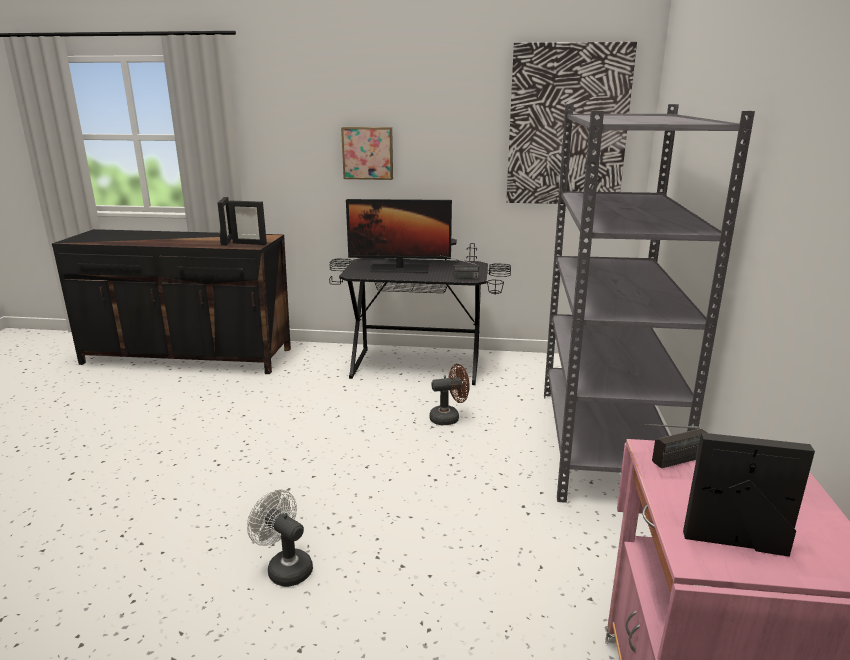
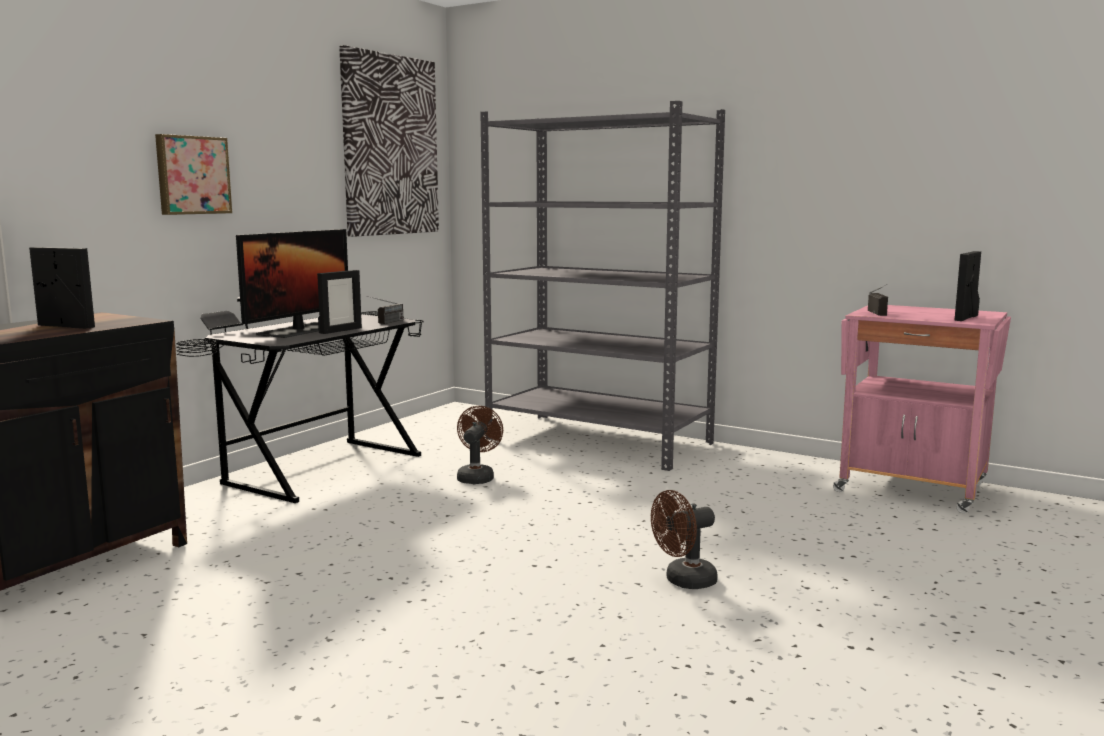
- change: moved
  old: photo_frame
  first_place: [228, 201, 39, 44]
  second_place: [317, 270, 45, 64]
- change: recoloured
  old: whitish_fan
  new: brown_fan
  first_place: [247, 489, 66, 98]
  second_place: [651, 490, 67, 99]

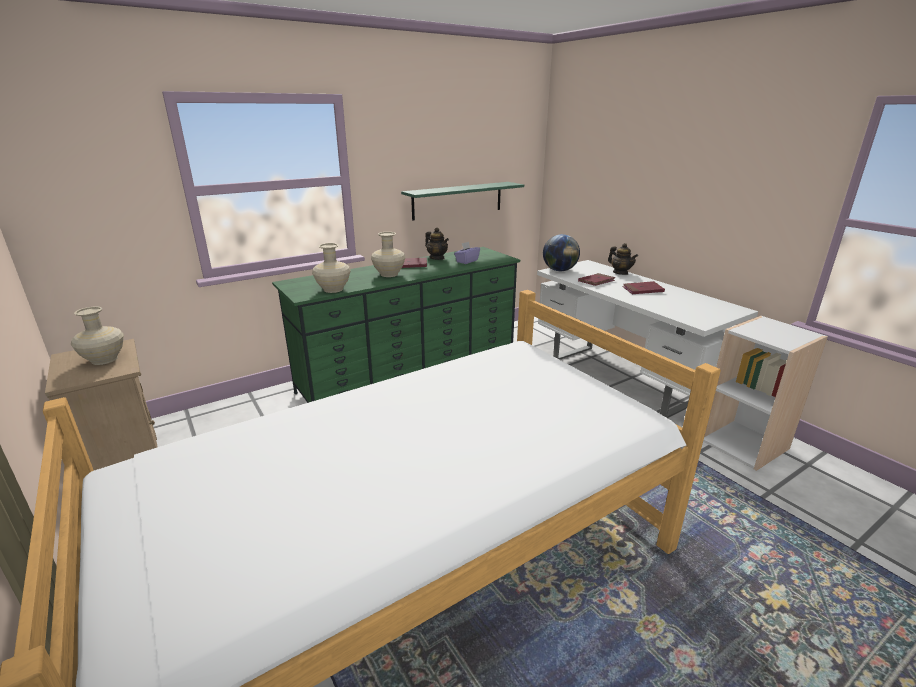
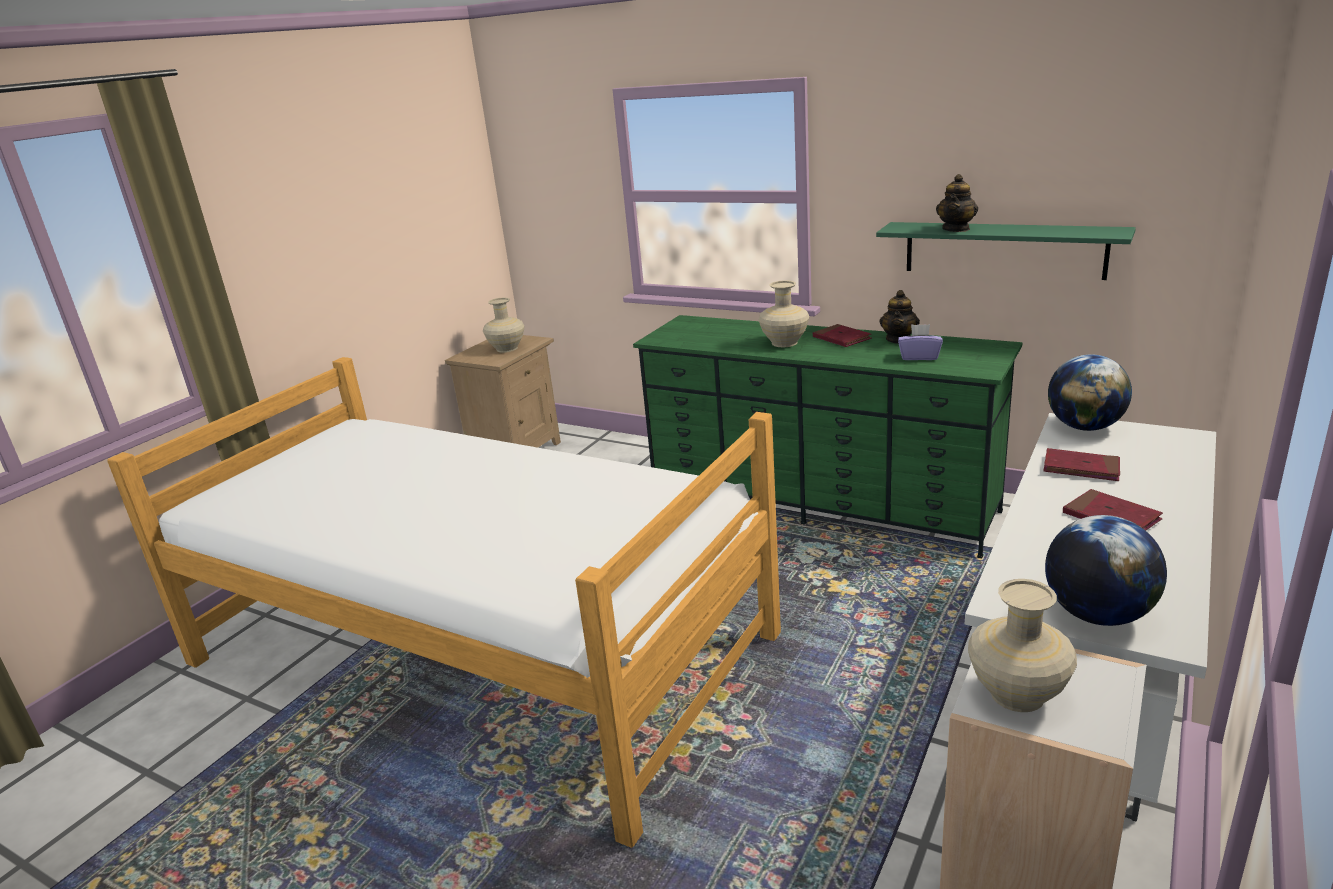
- change: moved
  old: beige-coloured_decorative_vase
  first_place: [312, 243, 39, 50]
  second_place: [968, 579, 109, 133]
- change: moved
  old: pot_for_tea
  first_place: [608, 243, 30, 32]
  second_place: [936, 174, 42, 58]
- change: added
  new: globe
  second_place: [1045, 515, 122, 111]

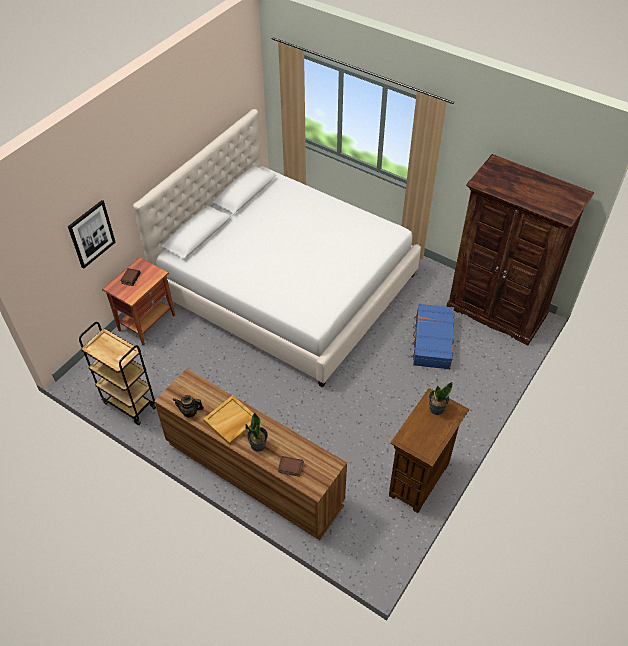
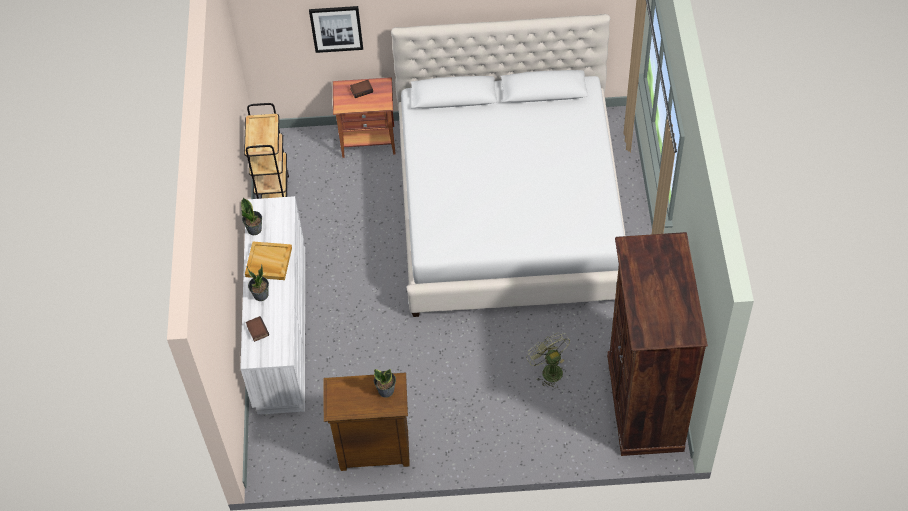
- change: replaced
  old: bluish_travel_case
  new: green-coloured_fan
  first_place: [411, 304, 44, 65]
  second_place: [526, 332, 44, 56]
- change: recoloured
  old: brown_chest_of_drawers
  new: whitish_chest_of_drawers
  first_place: [154, 368, 193, 172]
  second_place: [240, 196, 65, 219]
- change: replaced
  old: pot_for_tea
  new: plant_in_a_pot
  first_place: [173, 395, 31, 23]
  second_place: [241, 198, 21, 37]

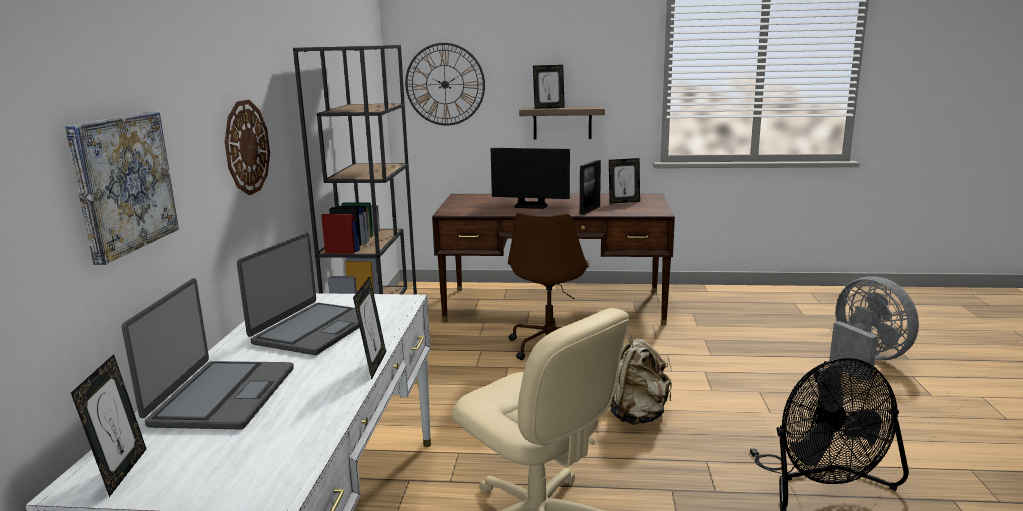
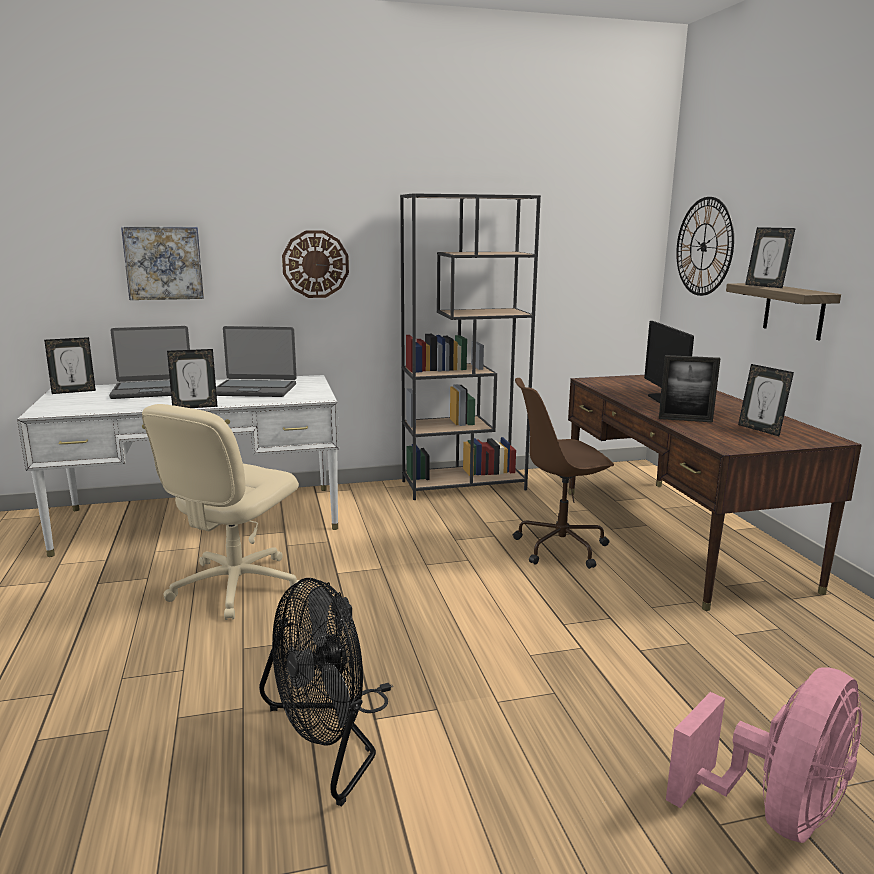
- change: recoloured
  old: gray_fan
  new: pink_fan
  first_place: [829, 276, 90, 105]
  second_place: [666, 667, 197, 176]
- change: removed
  old: beige-coloured_knapsack
  first_place: [610, 334, 62, 91]

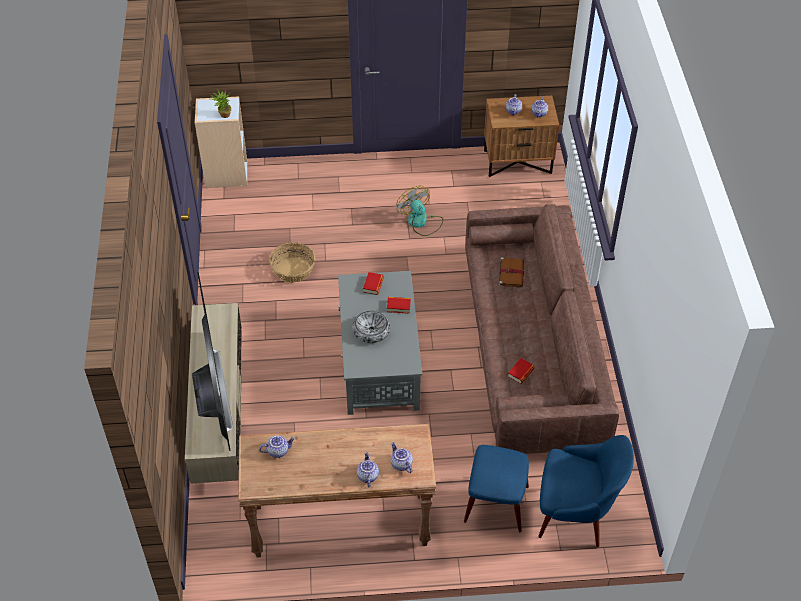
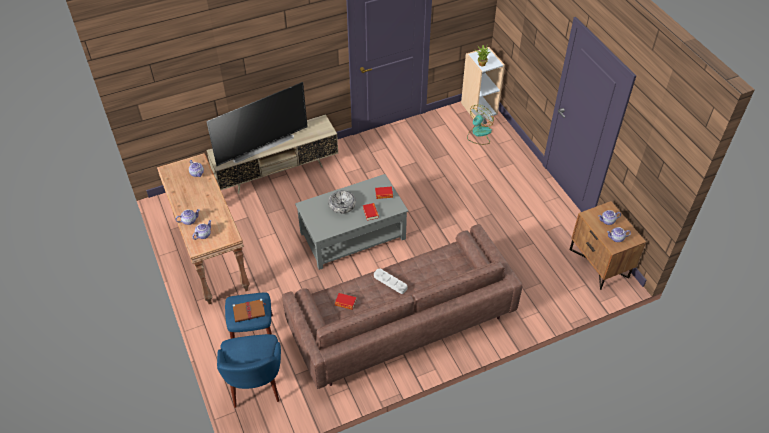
- change: moved
  old: fan
  first_place: [397, 186, 46, 50]
  second_place: [467, 104, 27, 41]
- change: removed
  old: basket
  first_place: [269, 242, 46, 41]
- change: moved
  old: brown_bound_book
  first_place: [499, 257, 25, 31]
  second_place: [232, 299, 34, 23]
- change: added
  new: gray_carrying_tray
  second_place: [374, 268, 33, 26]

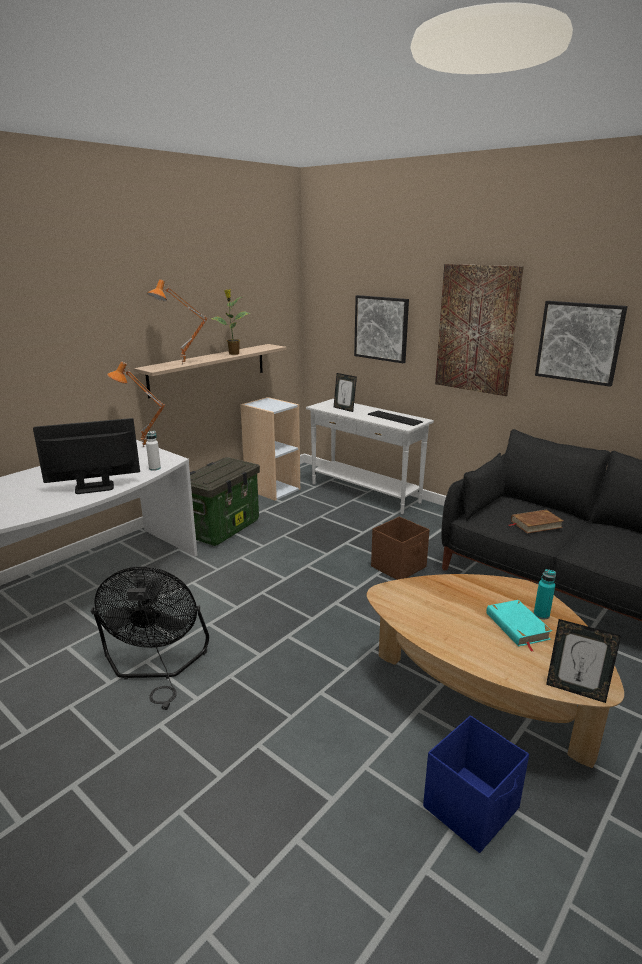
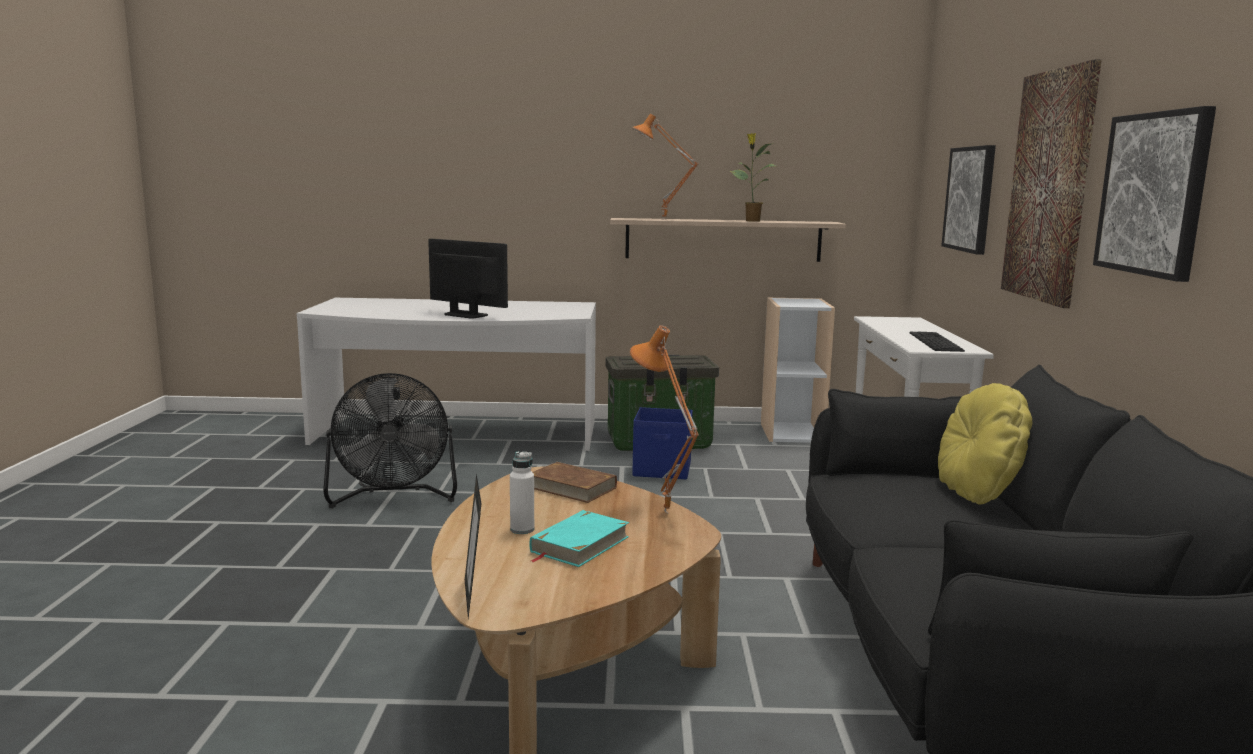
- change: moved
  old: orange_tabletop_lamp
  first_place: [107, 362, 58, 85]
  second_place: [630, 326, 69, 188]
- change: removed
  old: photo_frame
  first_place: [334, 373, 23, 39]
- change: moved
  old: whitish_beverage_bottle
  first_place: [146, 431, 15, 40]
  second_place: [510, 451, 24, 83]
- change: moved
  old: brown_bound_book
  first_place: [509, 510, 55, 24]
  second_place: [533, 462, 84, 41]
- change: removed
  old: brown_storage_bin
  first_place: [371, 517, 59, 63]
- change: turned
  old: black-coloured_fan
  first_place: [91, 567, 118, 143]
  second_place: [323, 373, 134, 136]
  degrees: 120
- change: removed
  old: turquoise_beverage_bottle
  first_place: [534, 569, 22, 50]
- change: moved
  old: bluish_storage_bin
  first_place: [423, 716, 106, 137]
  second_place: [632, 407, 61, 72]
- change: added
  new: yellow_pillow
  second_place: [938, 383, 94, 121]

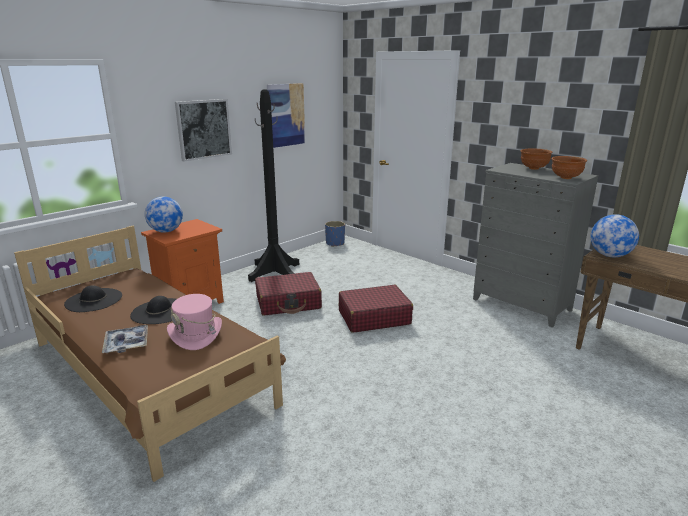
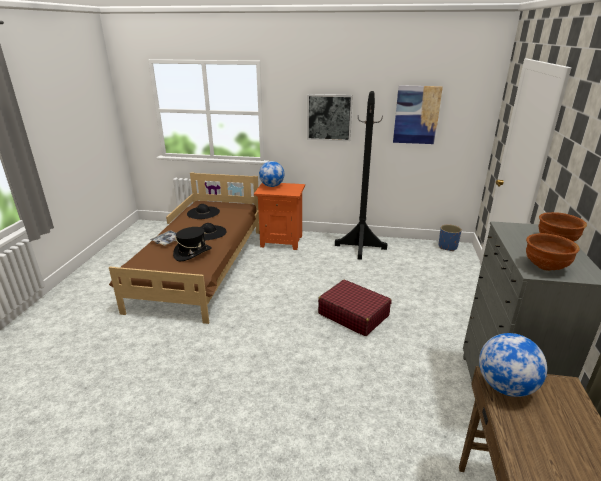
- change: removed
  old: reddish_travel_case
  first_place: [255, 272, 67, 43]
- change: recoloured
  old: pink_clothing_hat
  new: black-coloured_clothing_hat
  first_place: [167, 294, 55, 56]
  second_place: [173, 227, 39, 34]

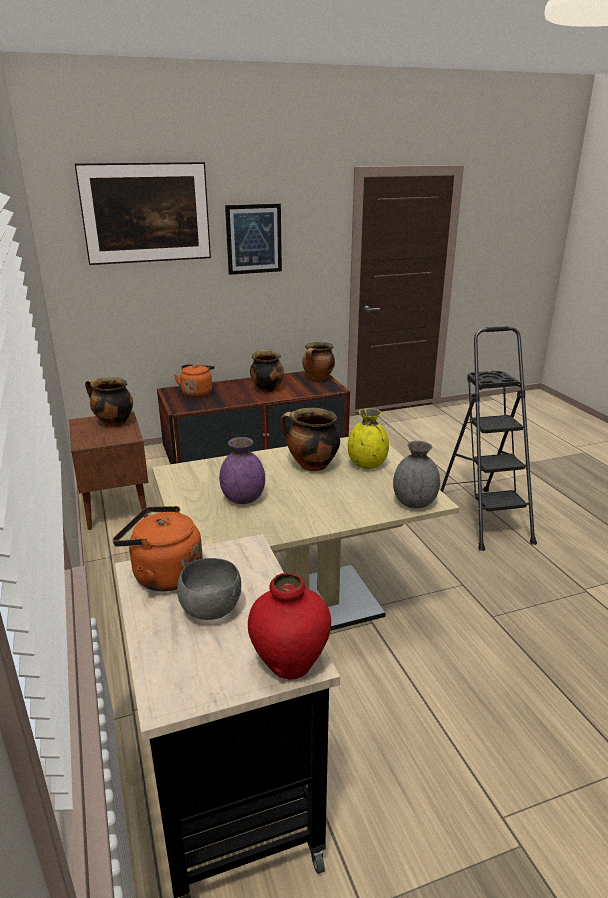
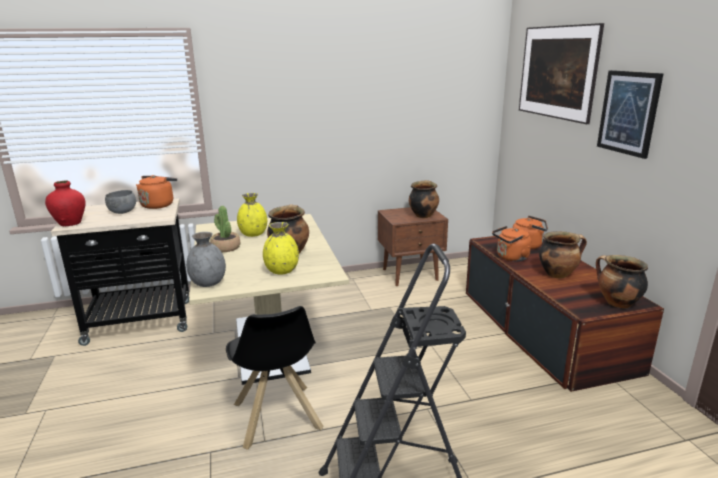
- change: recoloured
  old: purple_decorative_vase
  new: yellow_decorative_vase
  first_place: [219, 437, 46, 67]
  second_place: [237, 193, 30, 44]
- change: added
  new: plant_in_a_pot
  second_place: [210, 206, 30, 46]
- change: added
  new: orange_tea_kettle
  second_place: [492, 226, 39, 36]
- change: added
  new: black-coloured_plain_chair
  second_place: [226, 306, 98, 144]

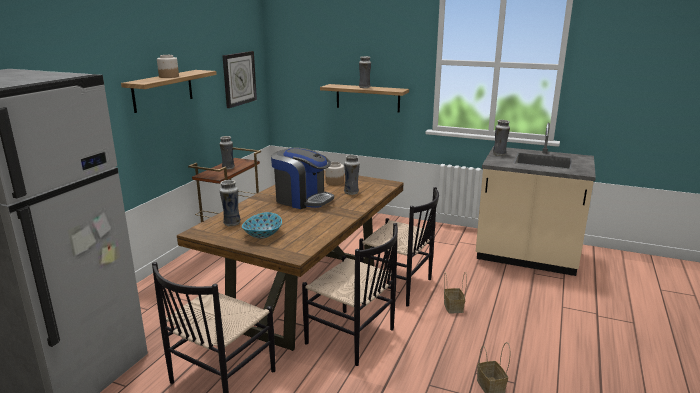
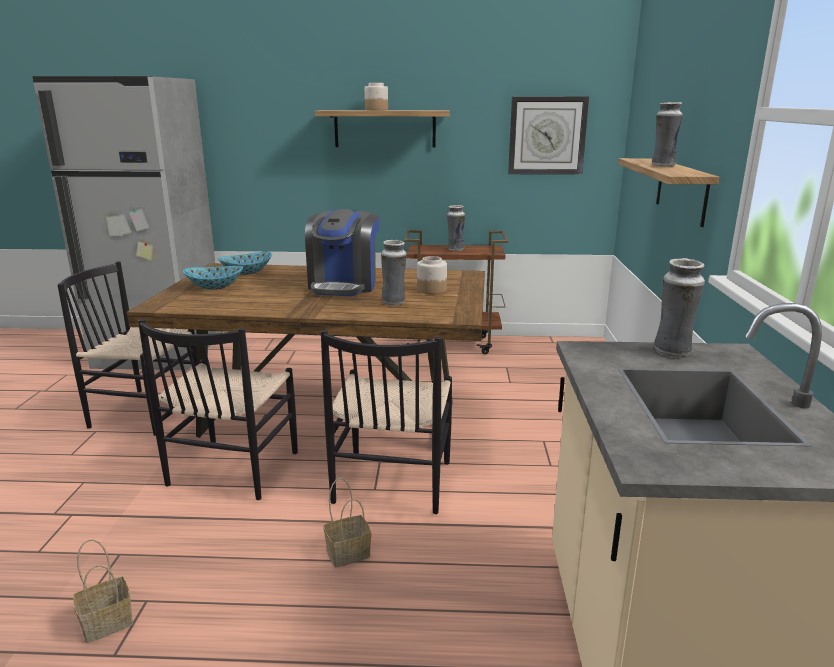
- change: replaced
  old: decorative_vase
  new: deep_dish
  first_place: [220, 180, 21, 47]
  second_place: [217, 252, 55, 23]

